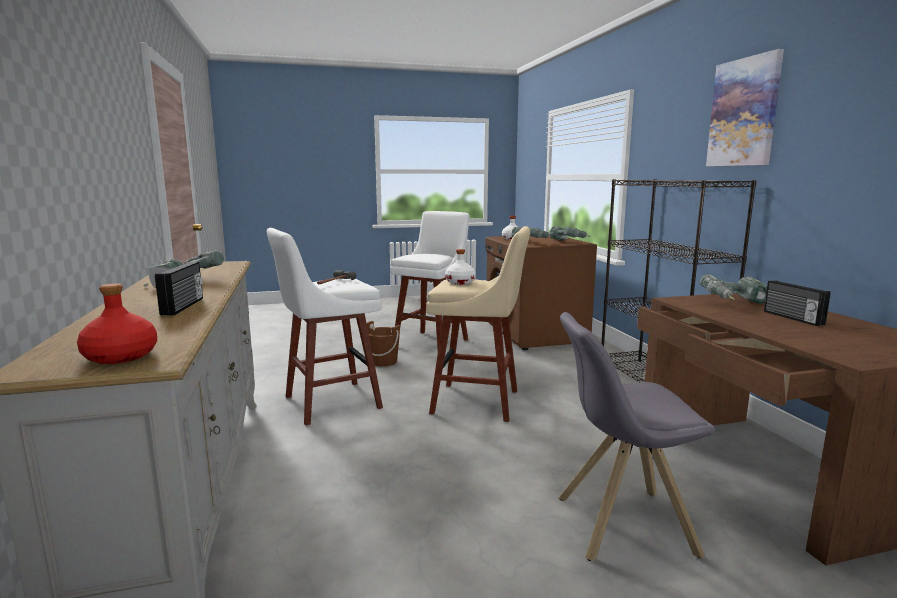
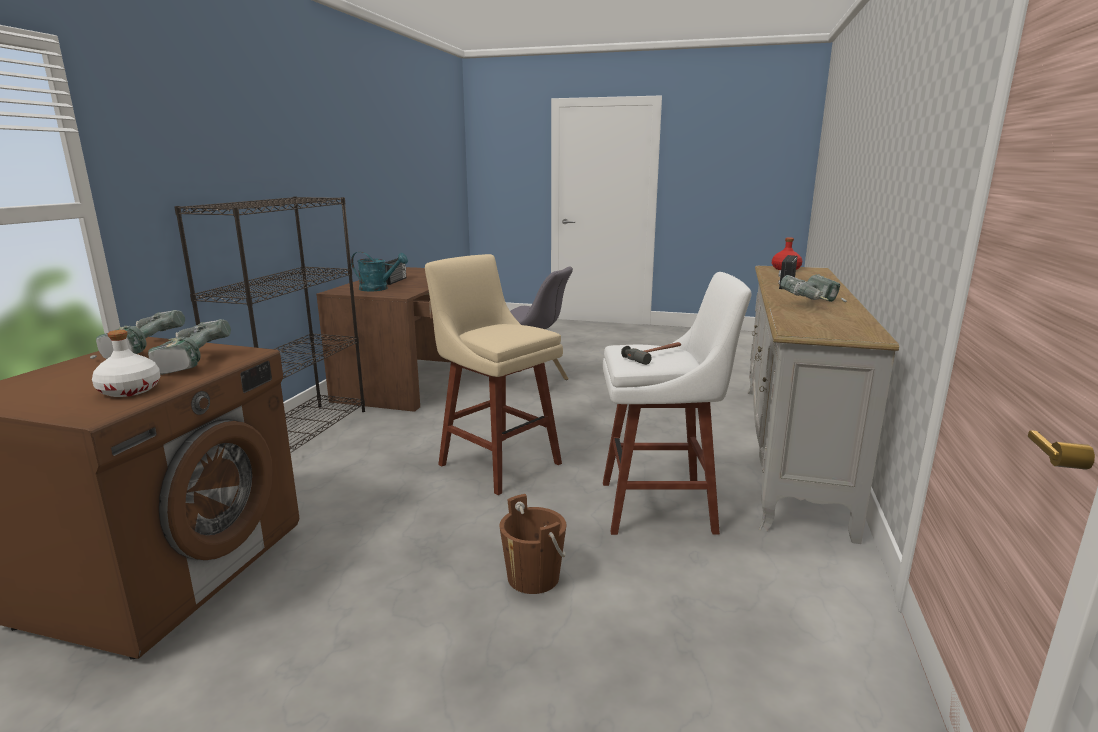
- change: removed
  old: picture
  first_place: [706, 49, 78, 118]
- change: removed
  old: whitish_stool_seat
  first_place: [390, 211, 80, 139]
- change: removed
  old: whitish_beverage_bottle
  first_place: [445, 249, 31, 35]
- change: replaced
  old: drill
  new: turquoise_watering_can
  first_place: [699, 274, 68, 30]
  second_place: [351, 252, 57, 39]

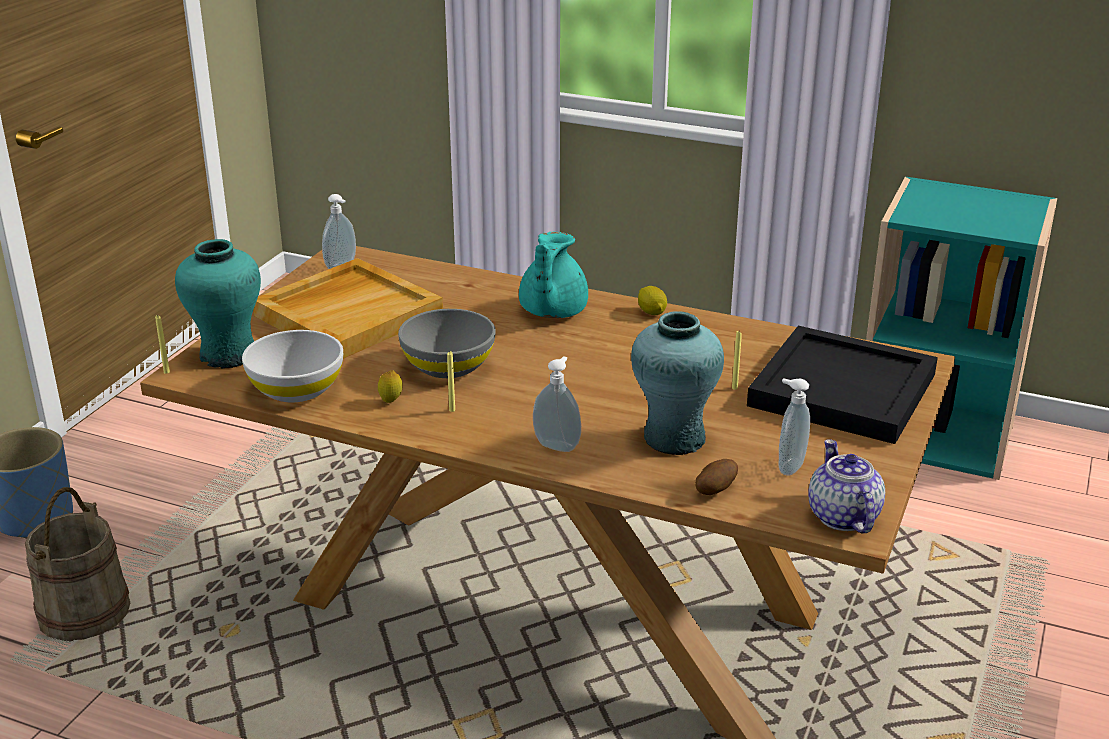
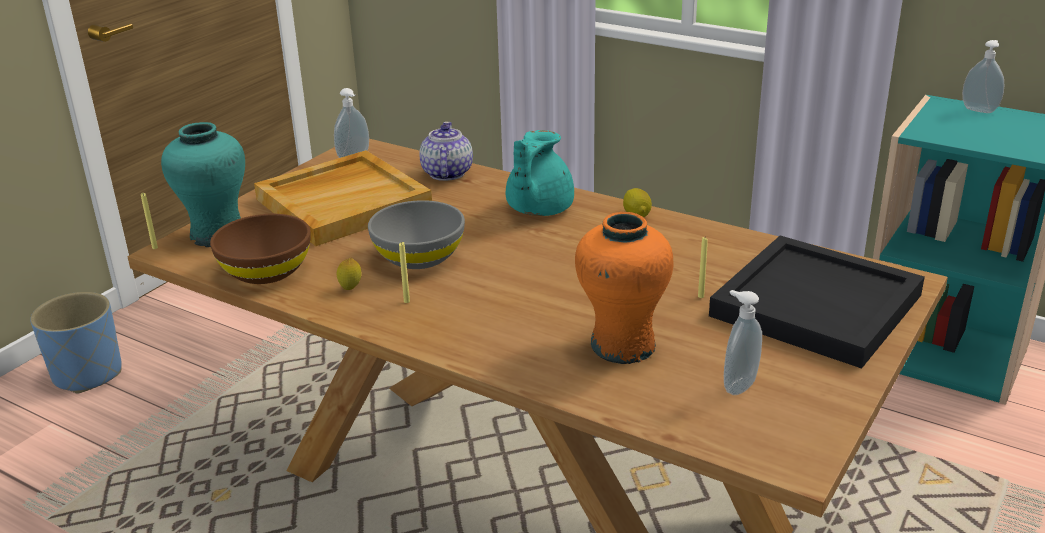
- change: recoloured
  old: turquoise_decorative_vase
  new: orange_decorative_vase
  first_place: [631, 312, 93, 143]
  second_place: [575, 212, 99, 152]
- change: recoloured
  old: whitish_deep_dish
  new: brown_deep_dish
  first_place: [242, 330, 101, 72]
  second_place: [210, 214, 101, 70]
- change: moved
  old: soap_dispenser
  first_place: [533, 356, 48, 96]
  second_place: [962, 40, 42, 73]
- change: moved
  old: pot_for_tea
  first_place: [808, 439, 77, 95]
  second_place: [419, 122, 54, 59]
- change: removed
  old: whole_potato
  first_place: [695, 459, 43, 36]
- change: removed
  old: beige-coloured_pail
  first_place: [25, 487, 105, 155]

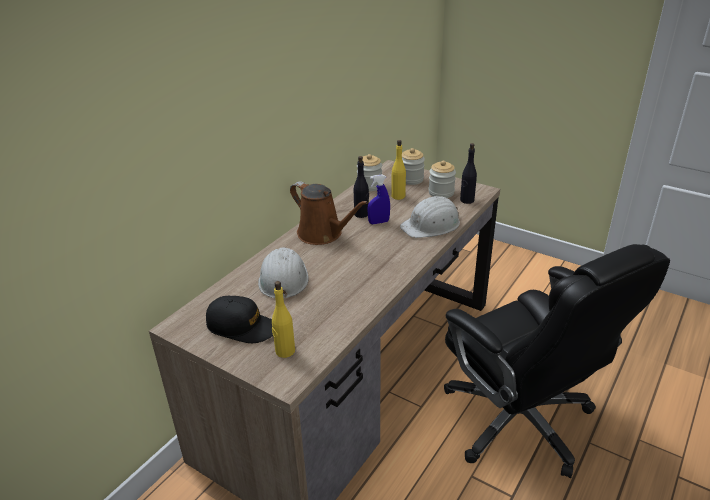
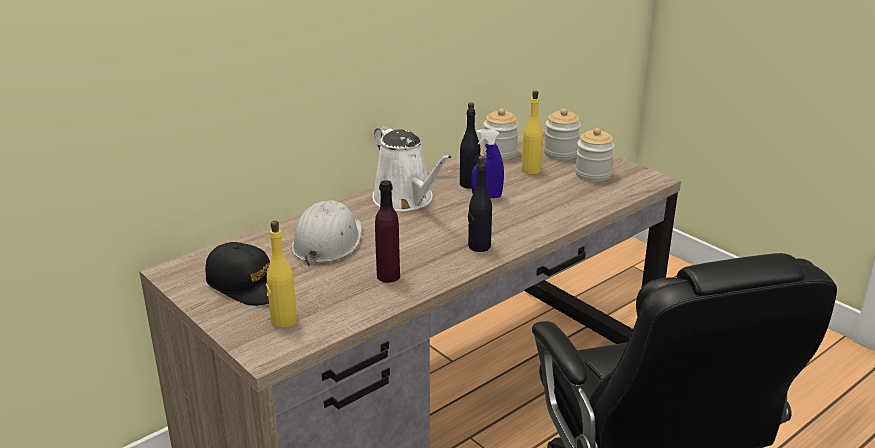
- change: moved
  old: black-coloured_beverage_bottle
  first_place: [460, 143, 17, 61]
  second_place: [468, 156, 24, 96]
- change: recoloured
  old: brown_watering_can
  new: whitish_watering_can
  first_place: [290, 181, 78, 64]
  second_place: [372, 125, 80, 86]
- change: removed
  old: whitish_safety_helmet
  first_place: [400, 196, 60, 42]
- change: added
  new: purple_beverage_bottle
  second_place: [375, 180, 25, 103]

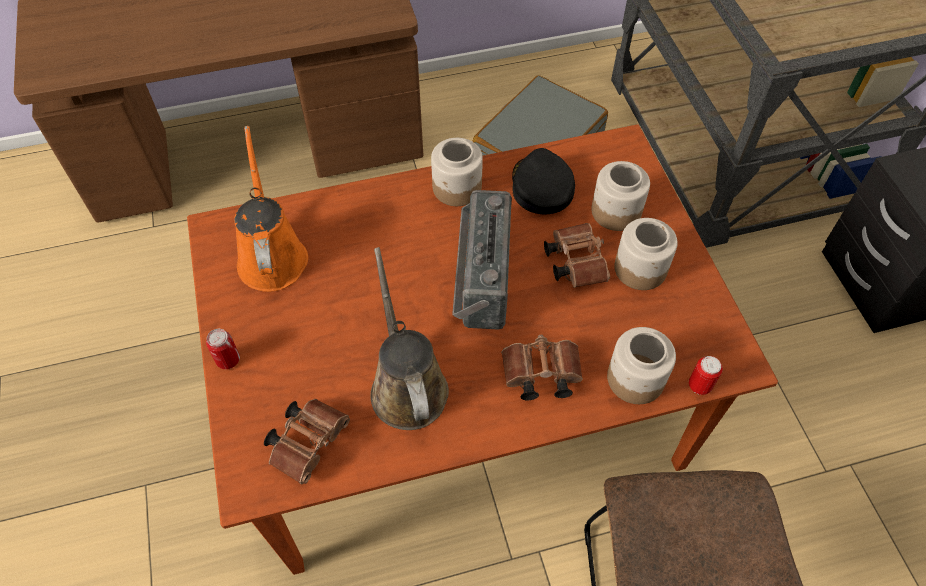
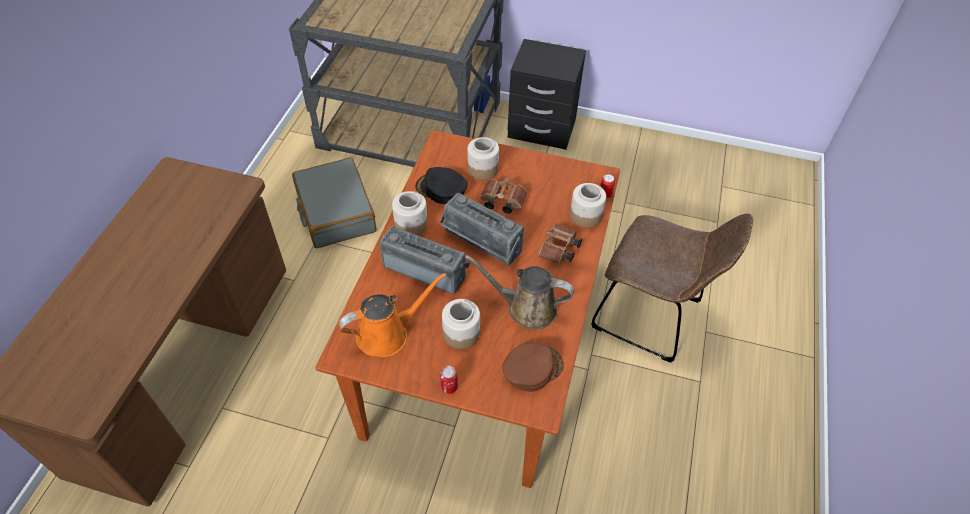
- change: turned
  old: orange_watering_can
  first_place: [234, 126, 74, 166]
  second_place: [339, 273, 108, 84]
  degrees: 135
- change: moved
  old: jar
  first_place: [614, 218, 64, 72]
  second_place: [442, 299, 38, 50]
- change: replaced
  old: brown_binoculars
  new: brown_baseball_cap
  first_place: [264, 399, 86, 85]
  second_place: [502, 343, 62, 49]
- change: added
  new: radio_set
  second_place: [379, 226, 91, 68]

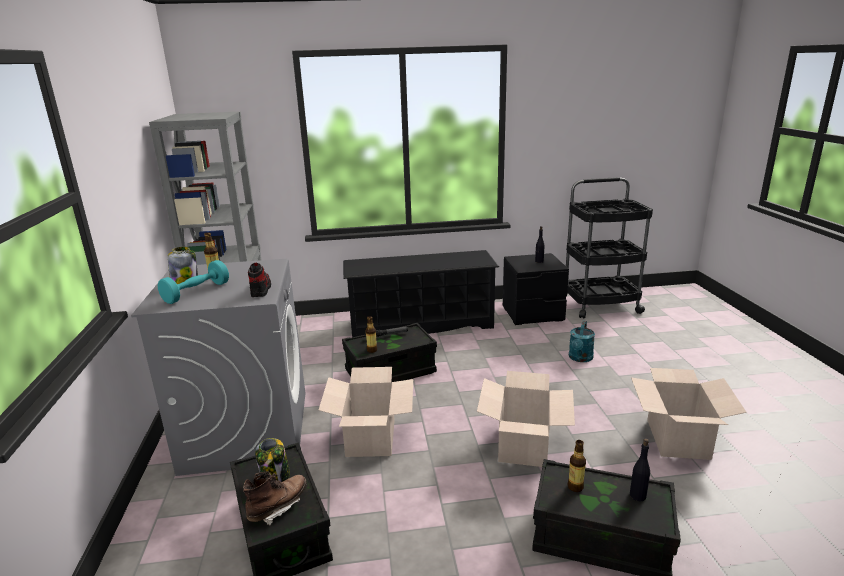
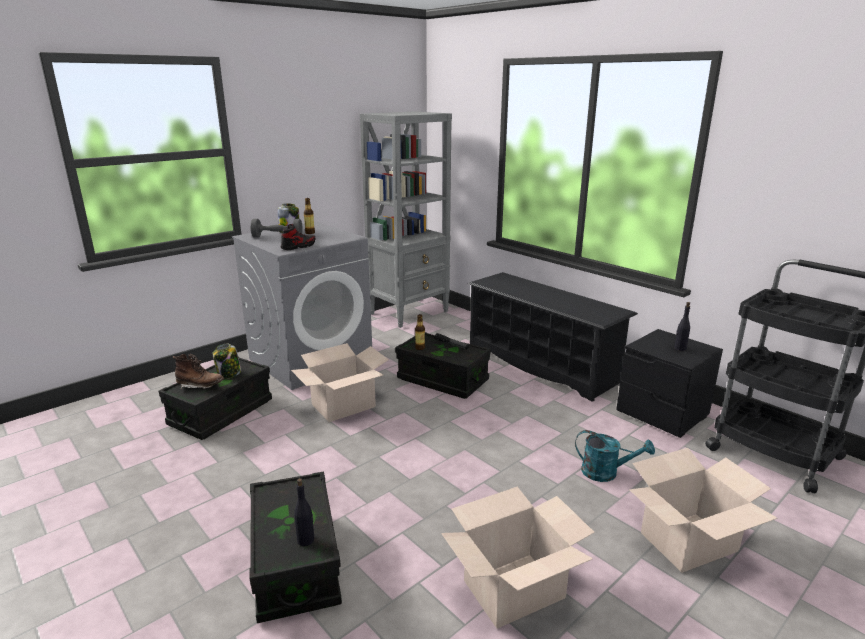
- change: recoloured
  old: turquoise_free_weight
  new: gray_free_weight
  first_place: [158, 260, 71, 44]
  second_place: [250, 219, 53, 19]
- change: turned
  old: turquoise_watering_can
  first_place: [569, 321, 26, 41]
  second_place: [575, 430, 80, 52]
  degrees: -150
- change: moved
  old: carton
  first_place: [477, 371, 98, 96]
  second_place: [629, 448, 149, 125]
- change: removed
  old: beverage_bottle
  first_place: [568, 440, 18, 52]

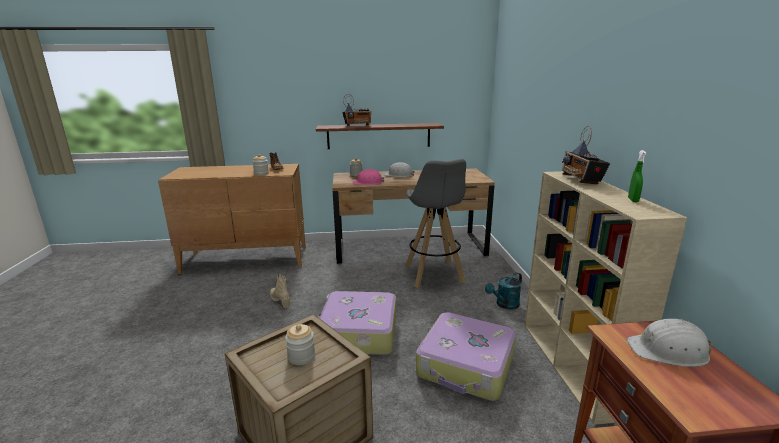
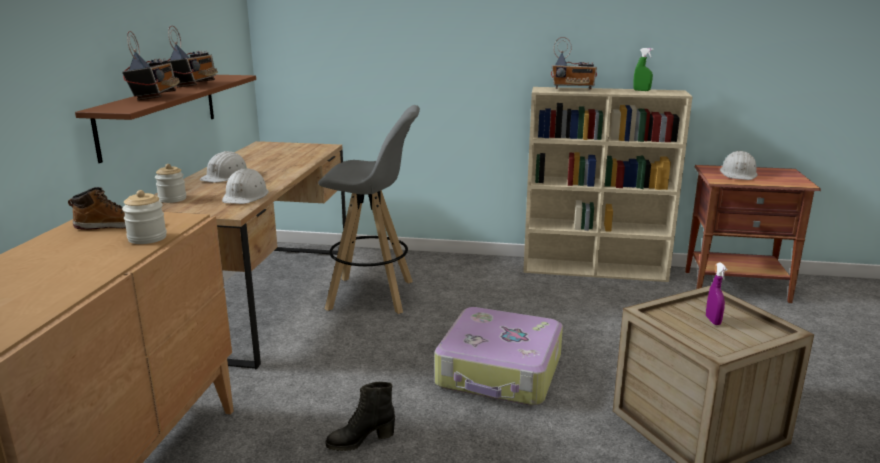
- change: recoloured
  old: pink_safety_helmet
  new: whitish_safety_helmet
  first_place: [353, 169, 31, 16]
  second_place: [222, 168, 47, 36]
- change: removed
  old: turquoise_watering_can
  first_place: [485, 272, 37, 37]
- change: recoloured
  old: beige-coloured_tall_boot
  new: black-coloured_tall_boot
  first_place: [270, 274, 20, 34]
  second_place: [326, 382, 69, 69]
- change: removed
  old: travel_case
  first_place: [416, 312, 100, 89]
- change: replaced
  old: jar
  new: purple_spray_bottle
  first_place: [285, 324, 30, 41]
  second_place: [706, 262, 21, 63]
- change: added
  new: radio_set
  second_place: [167, 25, 51, 62]

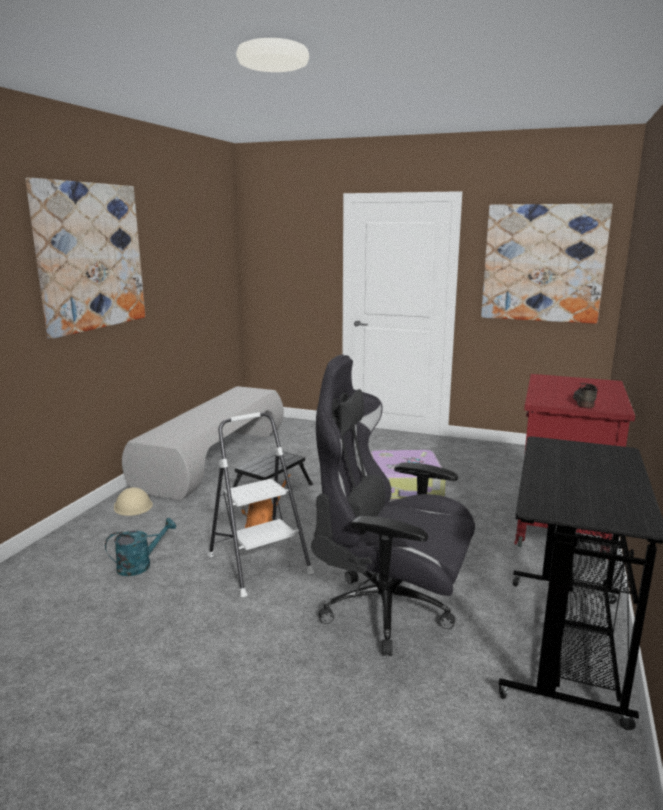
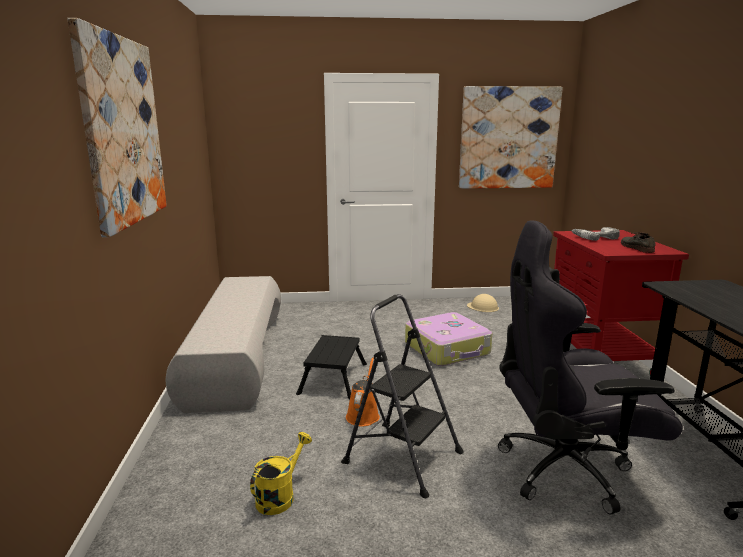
- change: recoloured
  old: whitish_step_ladder
  new: black-coloured_step_ladder
  first_place: [207, 412, 107, 185]
  second_place: [341, 294, 123, 204]
- change: moved
  old: beige-coloured_safety_helmet
  first_place: [114, 487, 39, 29]
  second_place: [467, 294, 32, 18]
- change: recoloured
  old: turquoise_watering_can
  new: yellow_watering_can
  first_place: [105, 518, 71, 58]
  second_place: [250, 432, 62, 83]
- change: added
  new: drill
  second_place: [572, 227, 48, 14]

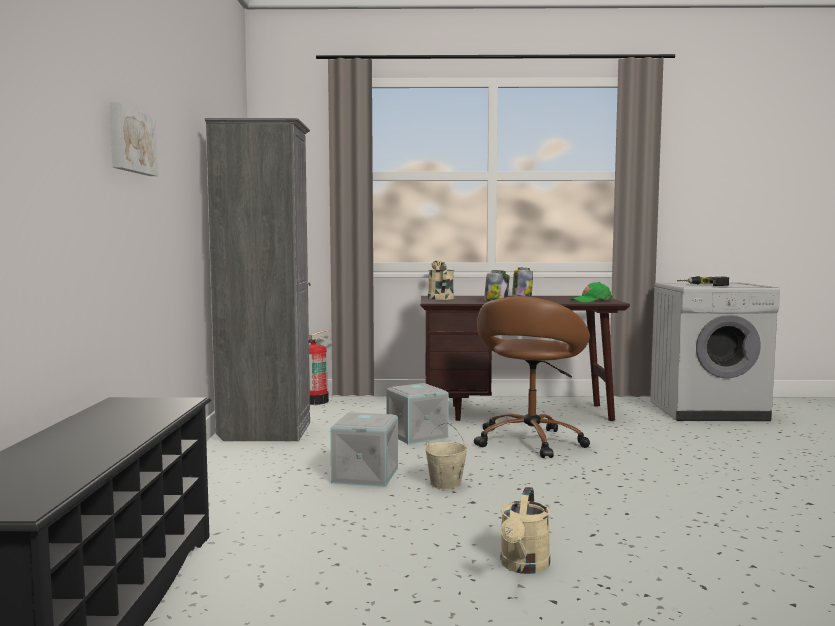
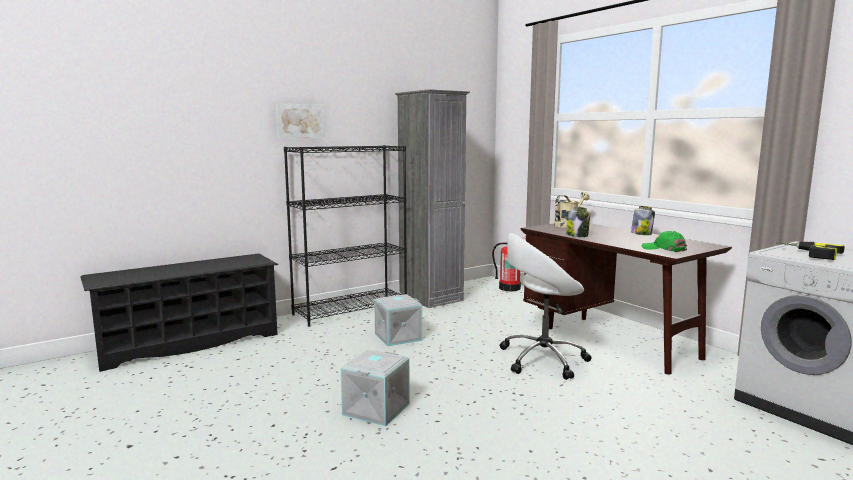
- change: recoloured
  old: brown_office_chair
  new: whitish_office_chair
  first_place: [474, 296, 116, 162]
  second_place: [500, 233, 92, 147]
- change: moved
  old: gray_storage_bin
  first_place: [386, 383, 63, 61]
  second_place: [340, 349, 70, 77]
- change: removed
  old: beige-coloured_pail
  first_place: [425, 422, 43, 68]
- change: removed
  old: beige-coloured_watering_can
  first_place: [501, 487, 49, 87]
- change: added
  new: black-coloured_shelving_unit
  second_place: [284, 145, 123, 182]

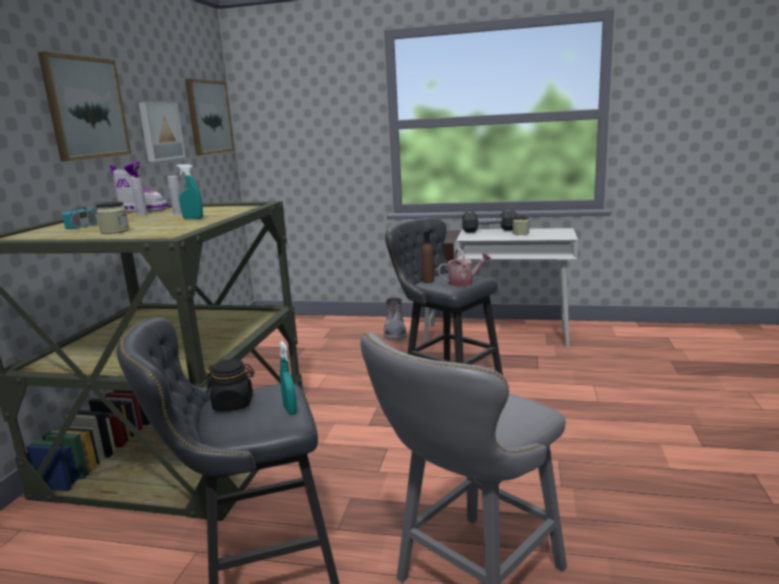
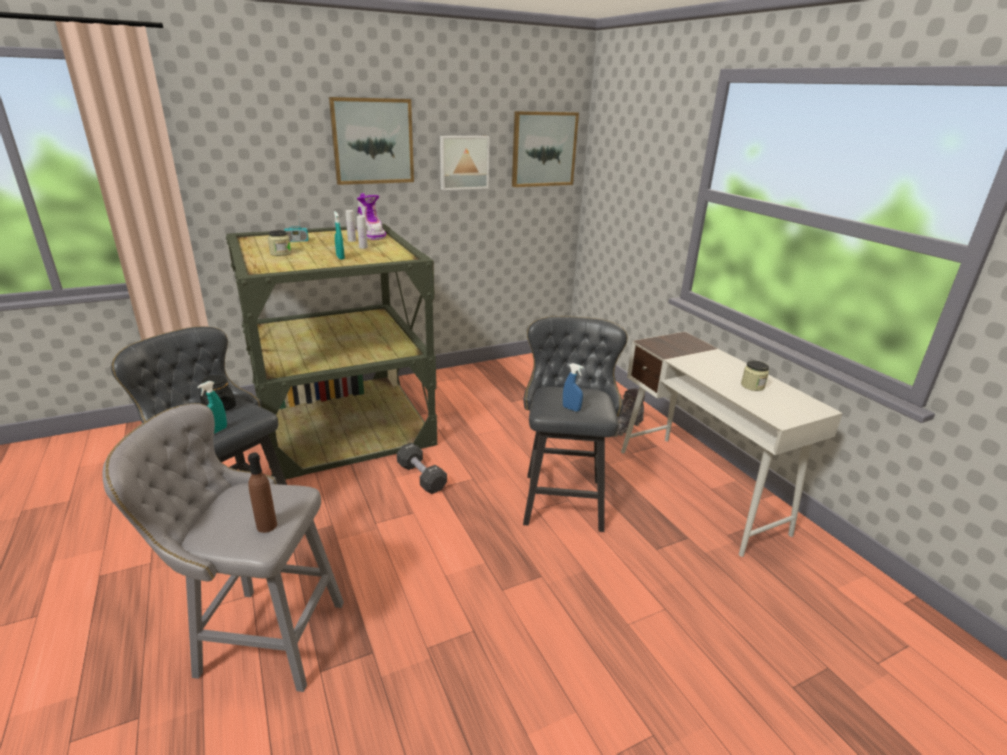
- change: moved
  old: black-coloured_free_weight
  first_place: [462, 210, 55, 23]
  second_place: [397, 443, 50, 51]
- change: moved
  old: brown_beverage_bottle
  first_place: [422, 230, 12, 53]
  second_place: [248, 453, 29, 80]
- change: replaced
  old: watering_can
  new: bluish_spray_bottle
  first_place: [438, 248, 53, 38]
  second_place: [563, 363, 21, 49]

